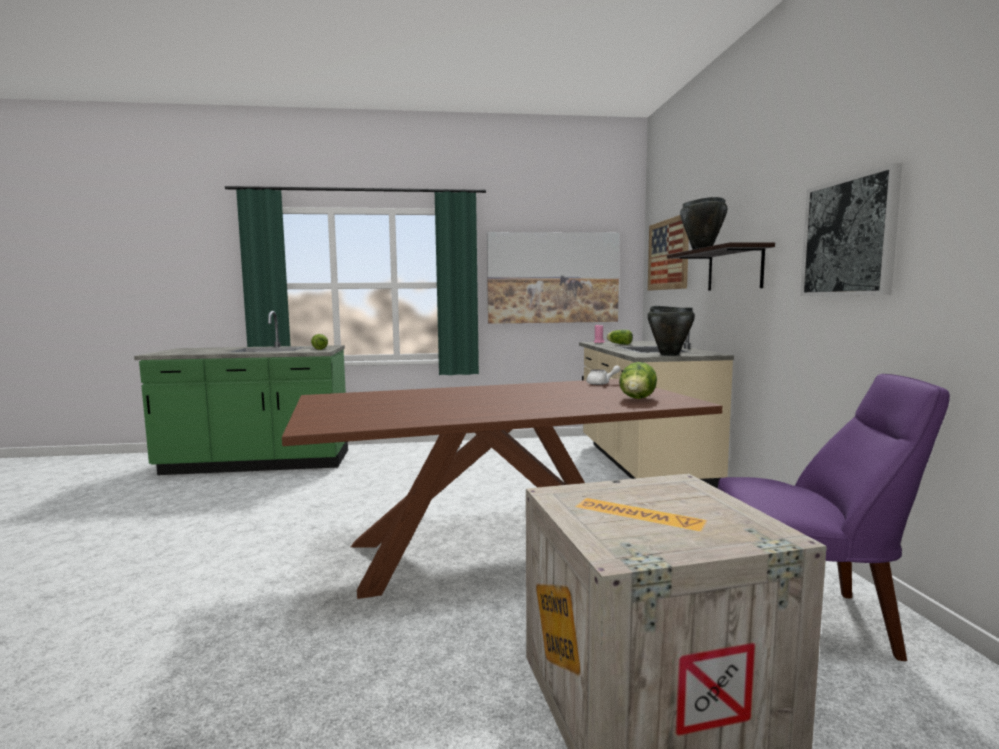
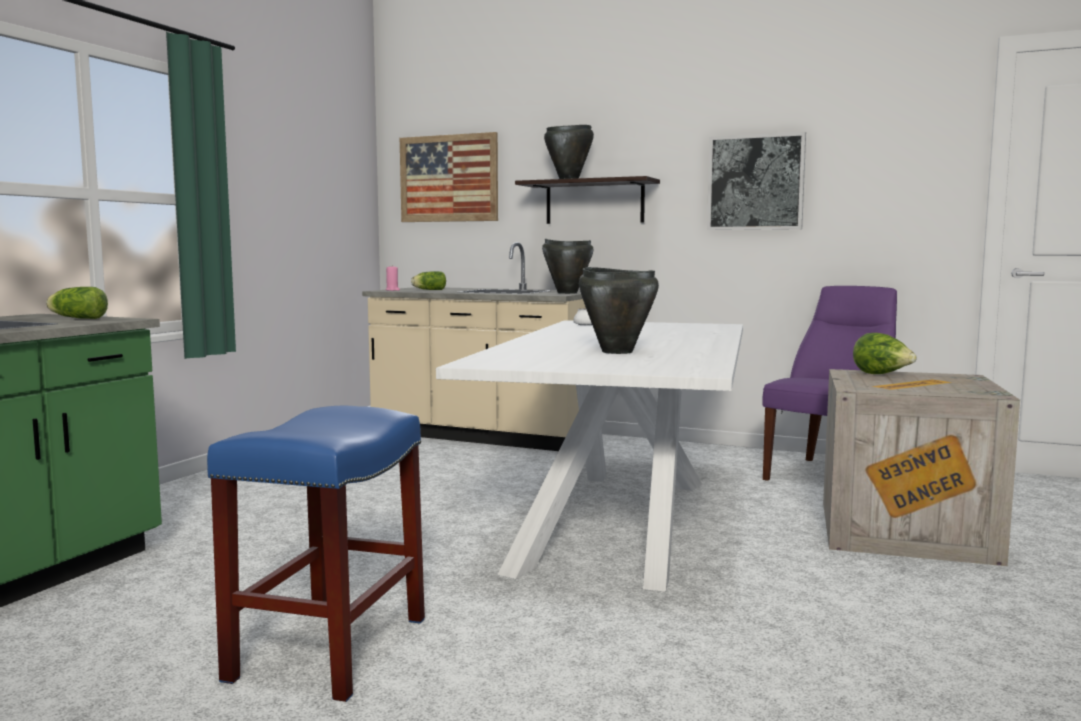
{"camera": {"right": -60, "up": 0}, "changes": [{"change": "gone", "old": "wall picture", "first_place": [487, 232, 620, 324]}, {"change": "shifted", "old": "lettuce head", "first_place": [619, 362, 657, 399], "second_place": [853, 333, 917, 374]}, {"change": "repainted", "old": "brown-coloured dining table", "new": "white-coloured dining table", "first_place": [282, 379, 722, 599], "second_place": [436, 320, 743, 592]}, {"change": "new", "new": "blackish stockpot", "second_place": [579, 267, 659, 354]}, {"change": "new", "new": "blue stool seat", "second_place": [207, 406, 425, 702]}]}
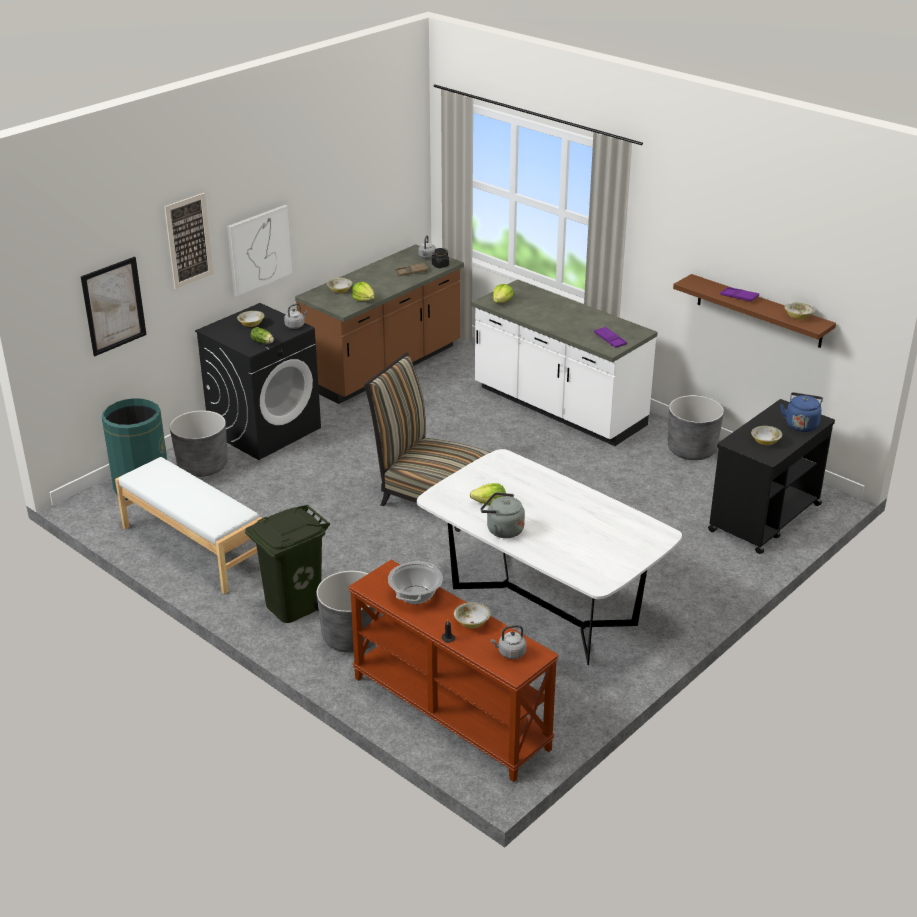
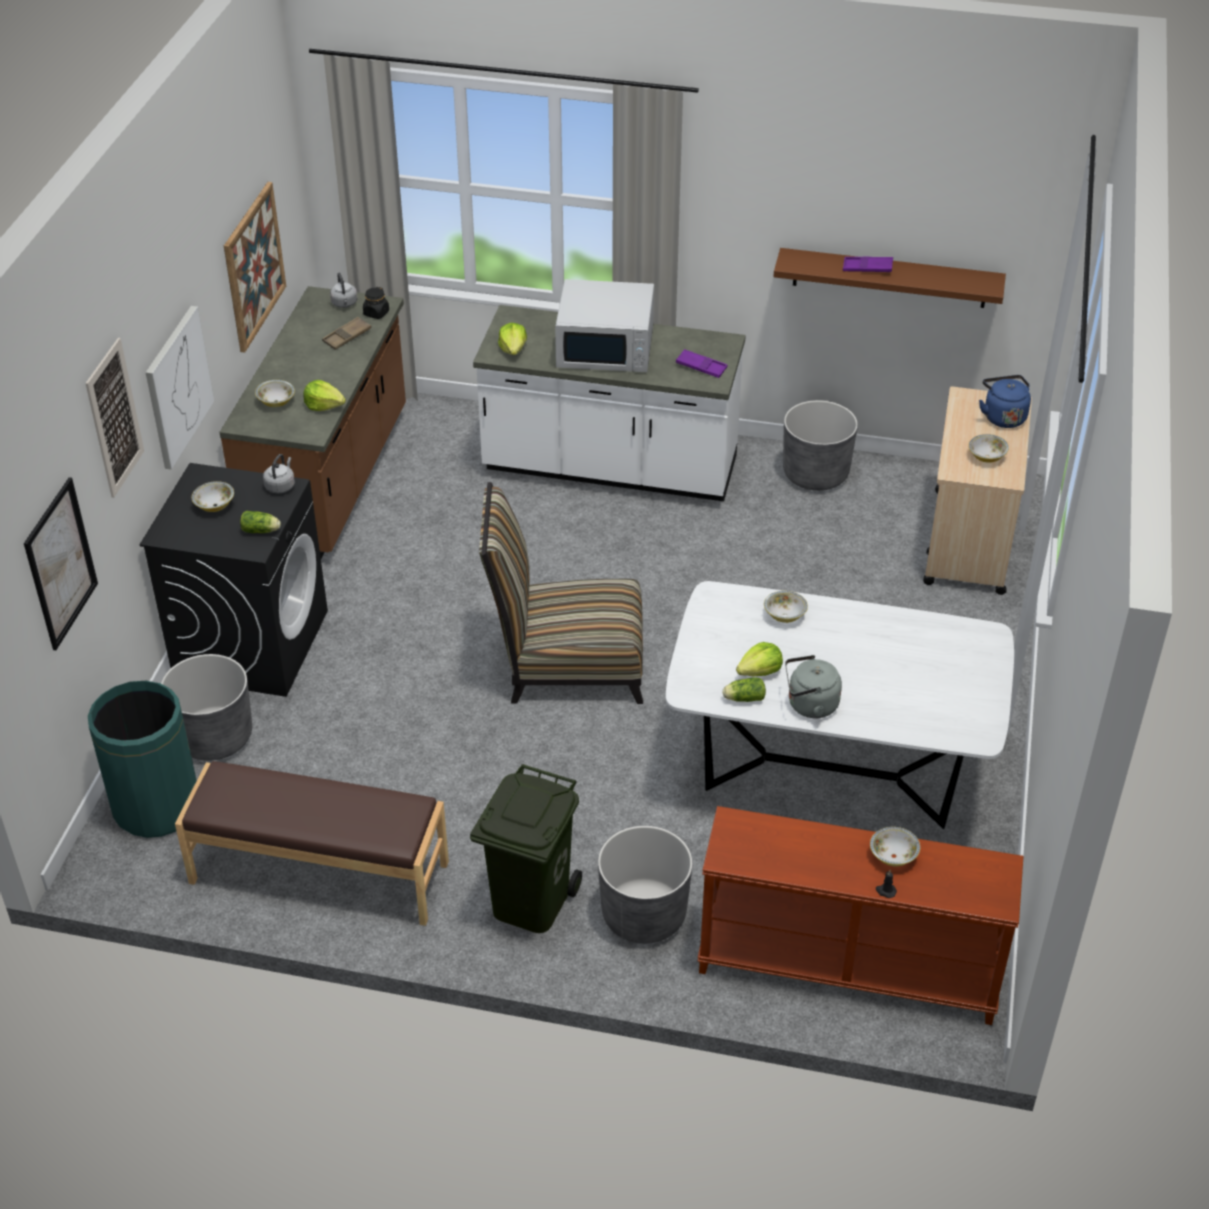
{"camera": {"right": -30, "up": 10}, "changes": [{"change": "shifted", "old": "bowl", "first_place": [784, 302, 814, 320], "second_place": [764, 591, 808, 623]}, {"change": "repainted", "old": "blackish trolley", "new": "sand-coloured trolley", "first_place": [708, 399, 835, 554], "second_place": [923, 386, 1032, 595]}, {"change": "repainted", "old": "white-coloured indoor bench", "new": "brown-coloured indoor bench", "first_place": [115, 457, 262, 594], "second_place": [175, 761, 449, 926]}, {"change": "gone", "old": "stockpot", "first_place": [388, 561, 443, 604]}, {"change": "gone", "old": "gray tea kettle", "first_place": [491, 625, 526, 659]}, {"change": "new", "new": "wall picture", "second_place": [224, 182, 286, 353]}, {"change": "new", "new": "white-coloured kitchen microwave", "second_place": [555, 279, 654, 372]}, {"change": "new", "new": "lettuce head", "second_place": [723, 677, 766, 702]}]}
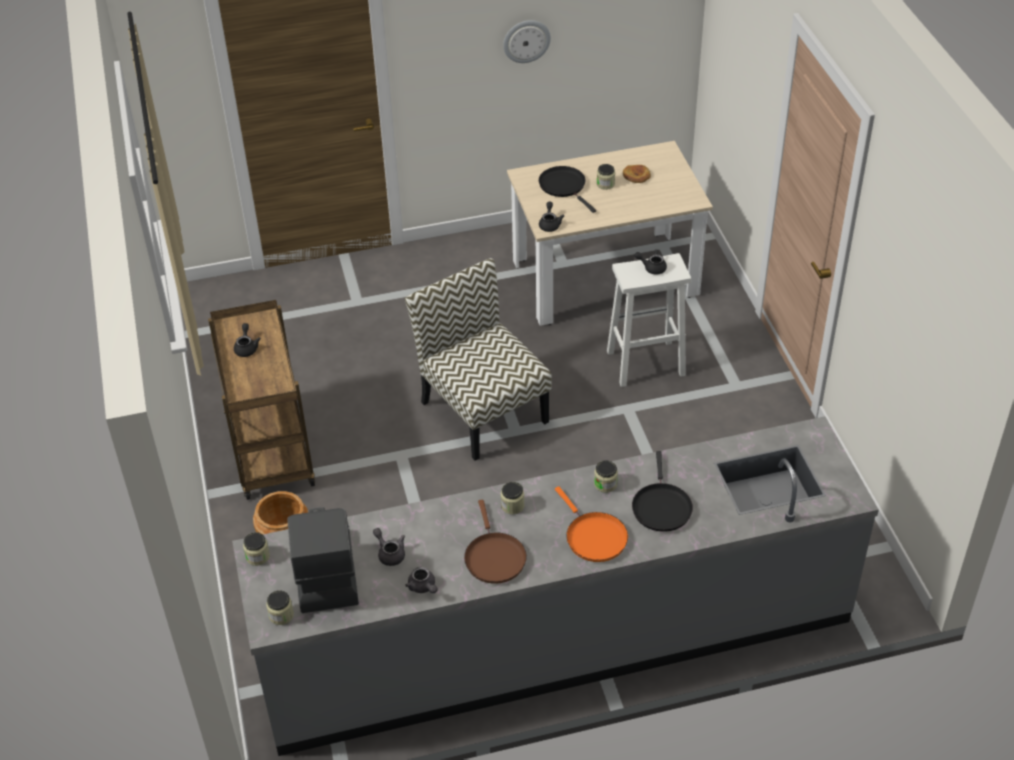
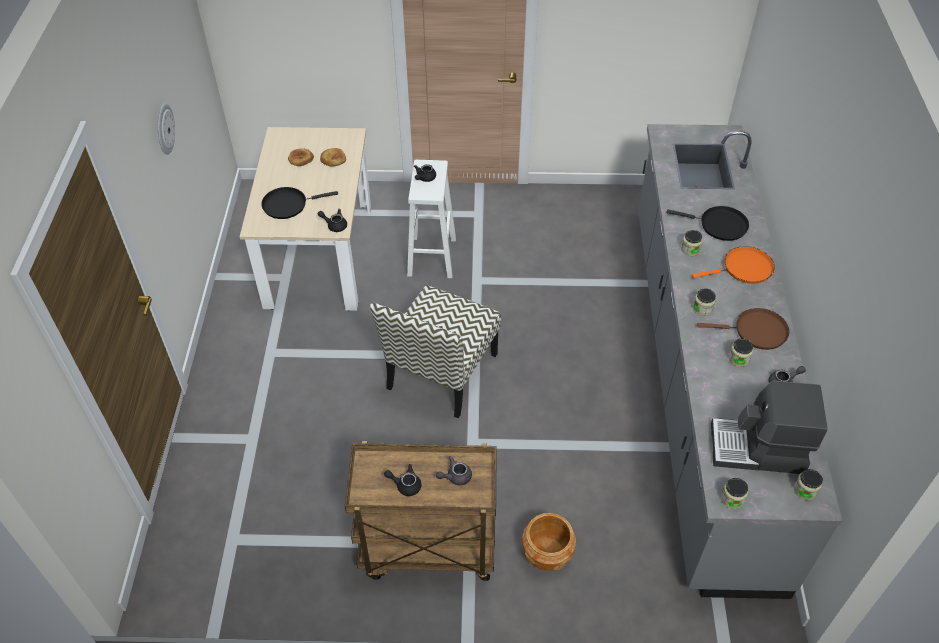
{"camera": {"right": -75, "up": 5}, "changes": [{"change": "shifted", "old": "storage jar", "first_place": [597, 164, 615, 190], "second_place": [729, 338, 753, 367]}, {"change": "rotated", "old": "chair", "first_place": [405, 258, 552, 461], "second_place": [370, 285, 501, 418], "degrees": -45}, {"change": "shifted", "old": "gray teapot", "first_place": [373, 528, 405, 566], "second_place": [436, 456, 472, 486]}, {"change": "new", "new": "bread", "second_place": [320, 148, 346, 166]}]}
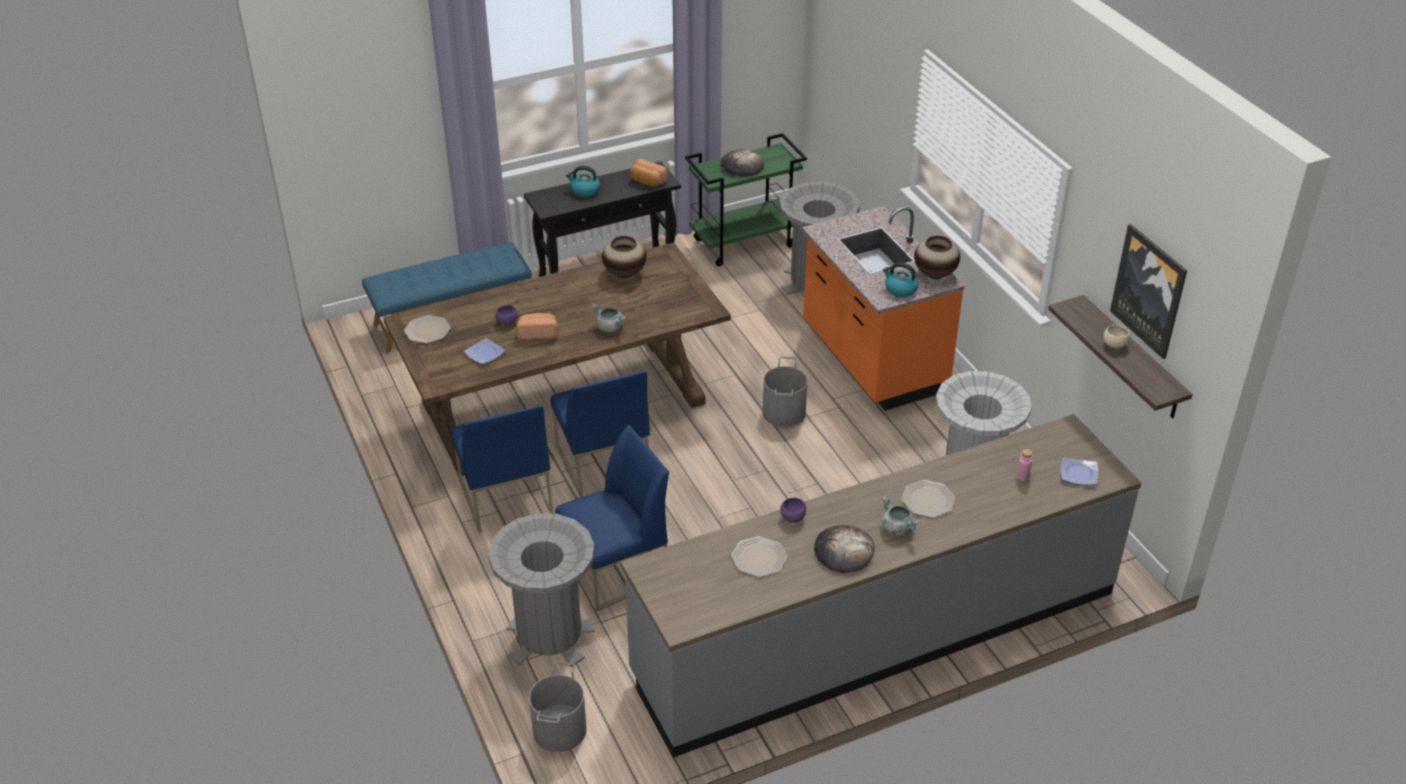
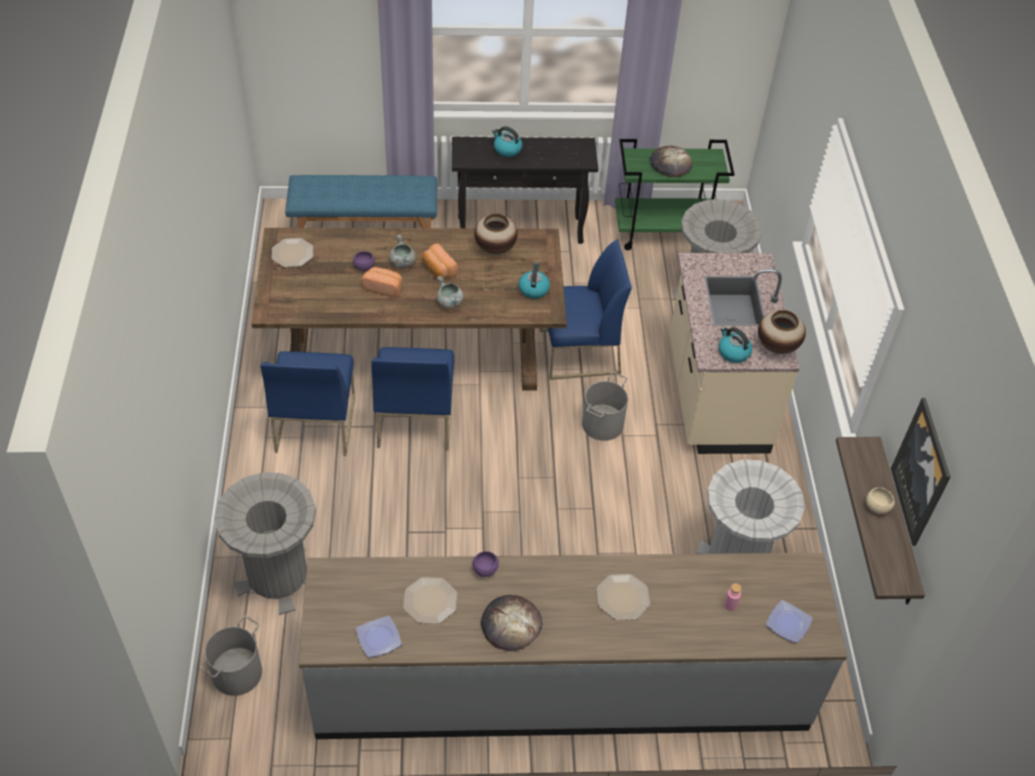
{"camera": {"right": 20, "up": 10}, "changes": [{"change": "shifted", "old": "bread", "first_place": [630, 159, 668, 186], "second_place": [422, 243, 458, 279]}, {"change": "repainted", "old": "orange-coloured kitchen counter", "new": "sand-coloured kitchen counter", "first_place": [802, 206, 965, 411], "second_place": [670, 253, 799, 454]}, {"change": "shifted", "old": "plate", "first_place": [464, 338, 506, 365], "second_place": [356, 616, 402, 658]}, {"change": "shifted", "old": "blue chair", "first_place": [555, 425, 669, 611], "second_place": [540, 239, 632, 380]}, {"change": "shifted", "old": "gray stockpot", "first_place": [882, 496, 920, 536], "second_place": [389, 235, 416, 268]}, {"change": "new", "new": "tea kettle", "second_place": [518, 263, 550, 299]}]}
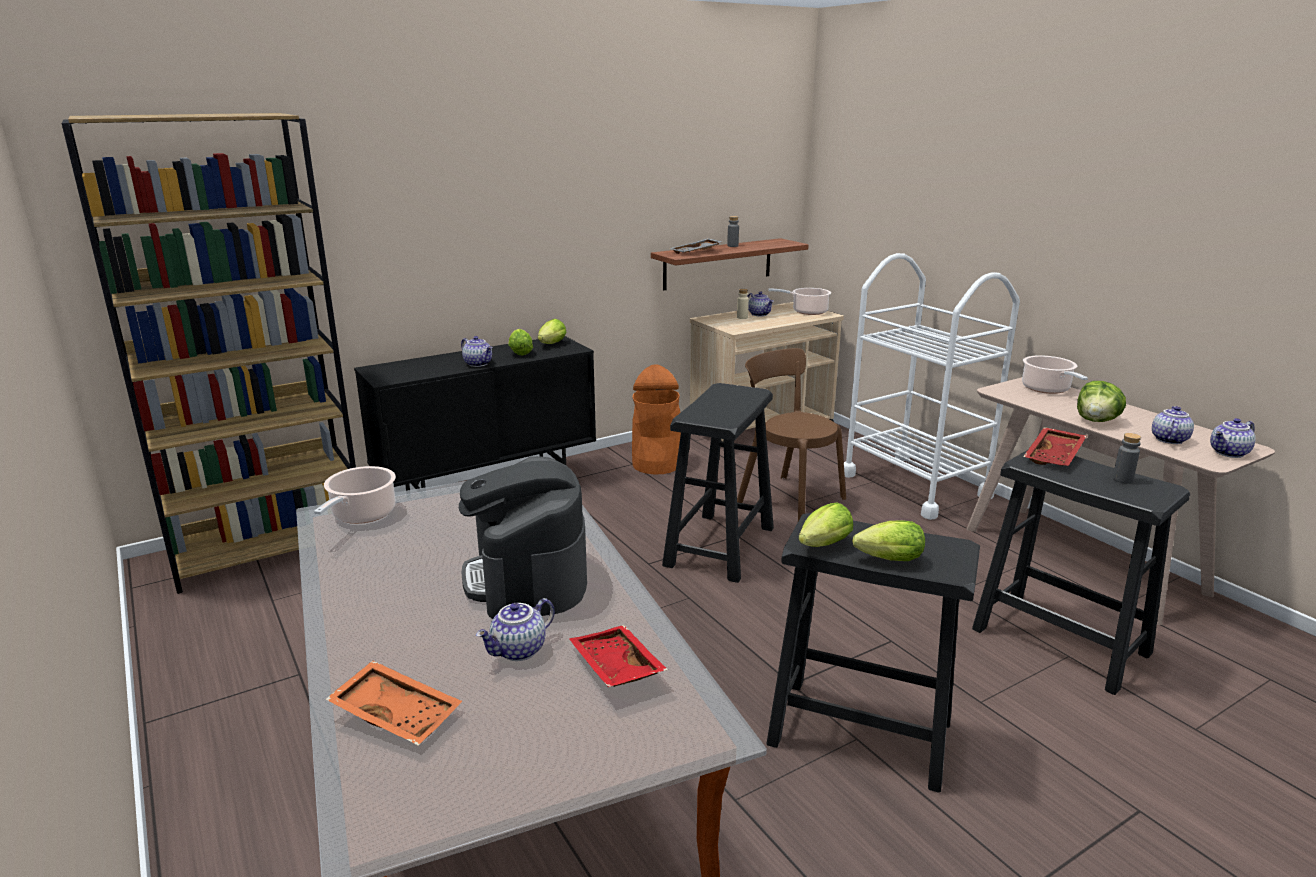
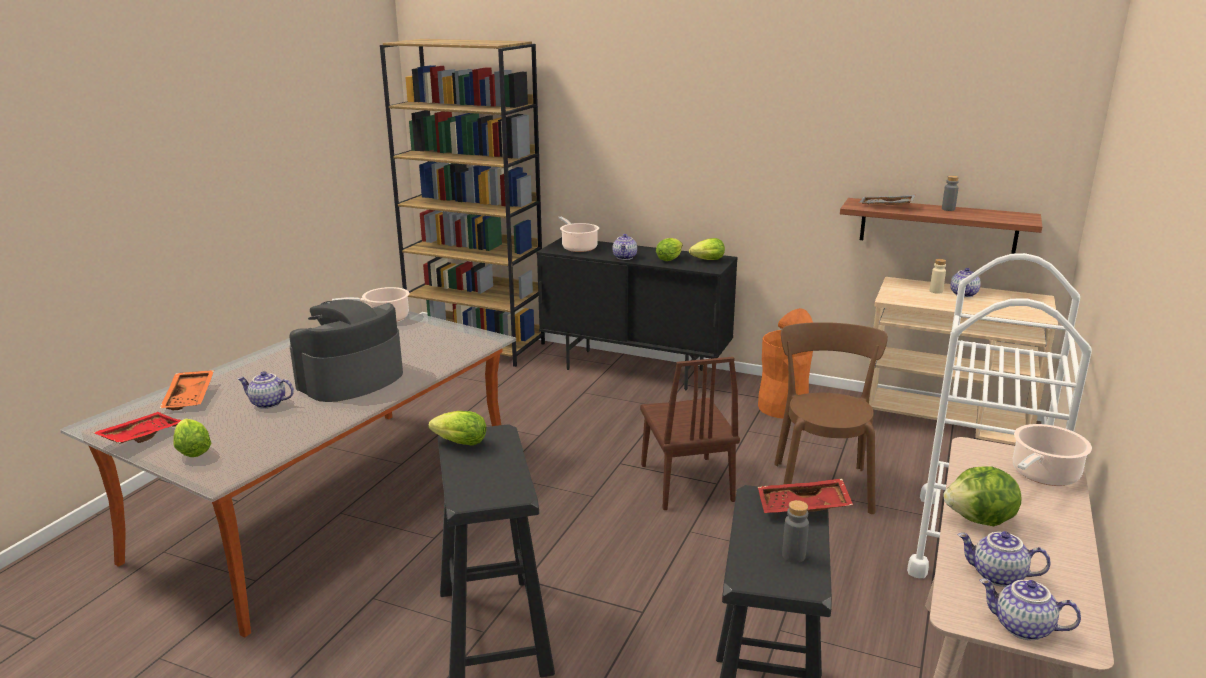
{"camera": {"right": 55, "up": 0}, "changes": [{"change": "shifted", "old": "stockpot", "first_place": [769, 288, 831, 315], "second_place": [558, 216, 599, 252]}, {"change": "swapped", "old": "blackish stool seat", "new": "brown-coloured chair", "first_place": [662, 383, 774, 583], "second_place": [640, 357, 740, 510]}, {"change": "rotated", "old": "teapot", "first_place": [1152, 406, 1194, 444], "second_place": [958, 531, 1051, 587], "degrees": -150}, {"change": "shifted", "old": "lettuce head", "first_place": [852, 521, 925, 561], "second_place": [173, 419, 212, 457]}, {"change": "shifted", "old": "red-coloured carrying tray", "first_place": [570, 625, 668, 687], "second_place": [92, 412, 181, 443]}]}
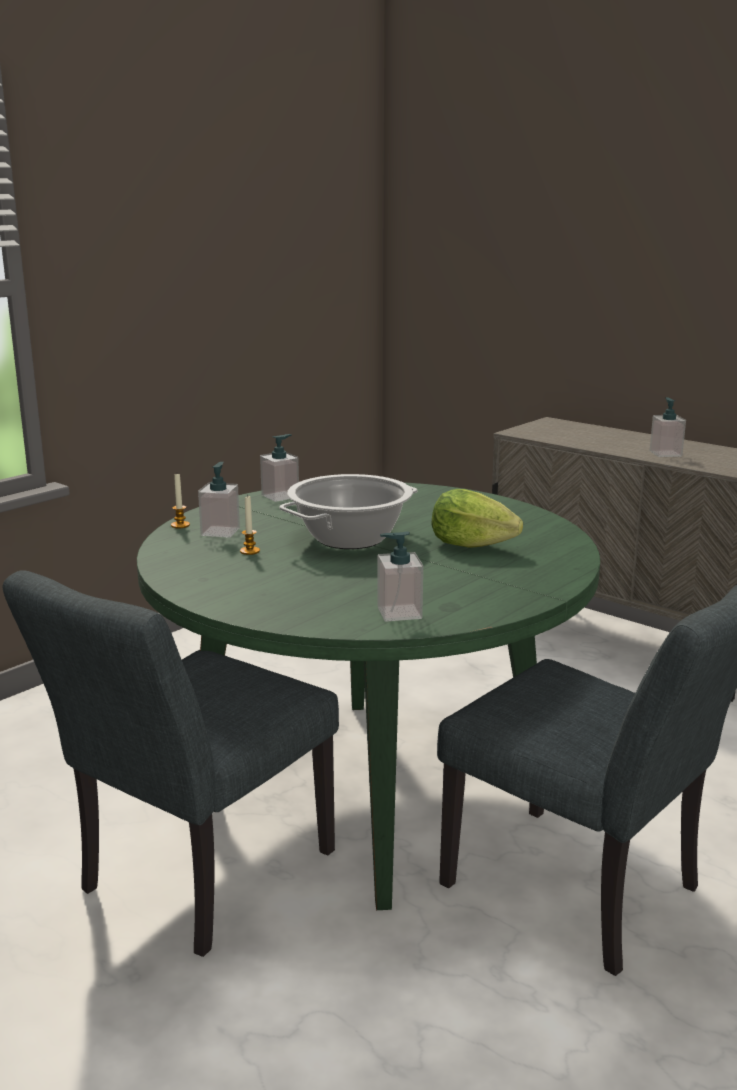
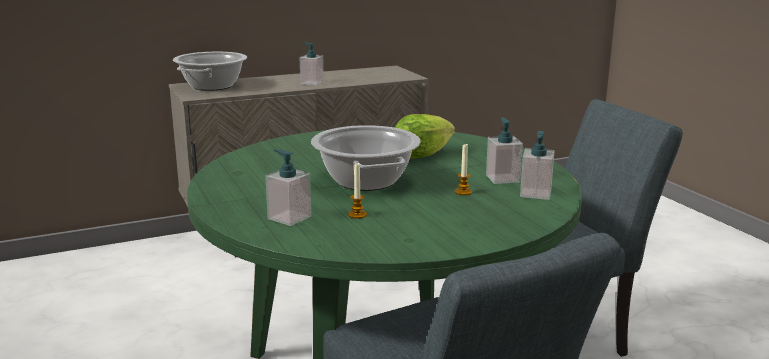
{"camera": {"right": -65, "up": 0}, "changes": [{"change": "shifted", "old": "soap dispenser", "first_place": [260, 434, 299, 502], "second_place": [486, 117, 523, 184]}, {"change": "shifted", "old": "wax light", "first_place": [171, 474, 190, 528], "second_place": [455, 144, 472, 195]}, {"change": "new", "new": "stockpot", "second_place": [173, 52, 247, 91]}]}
